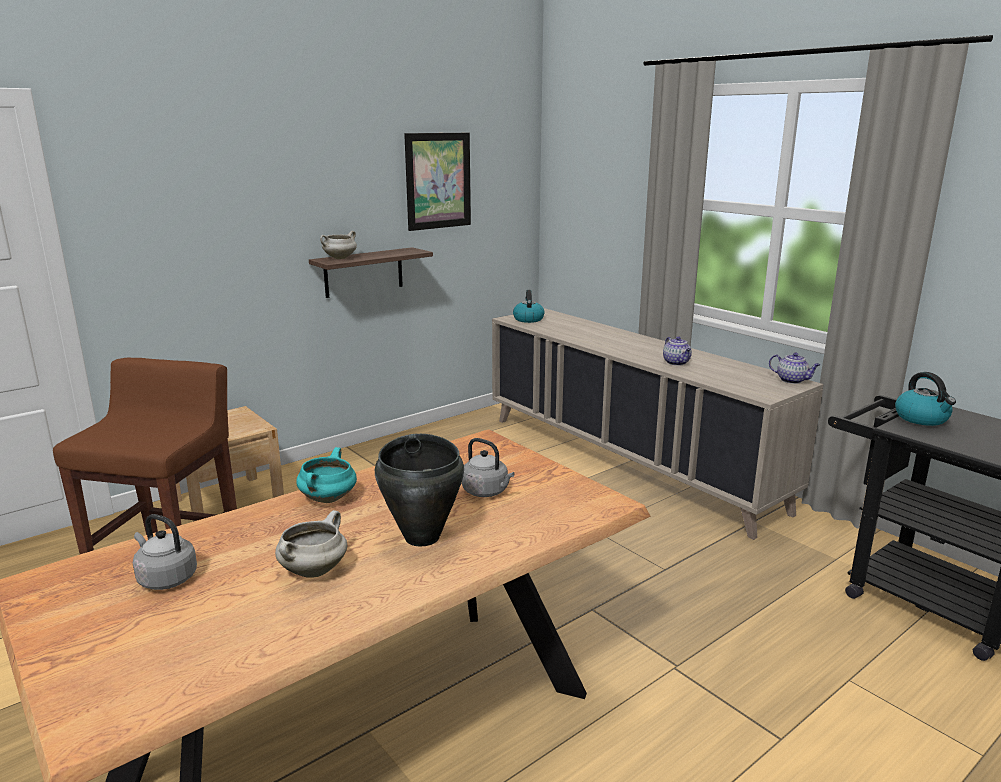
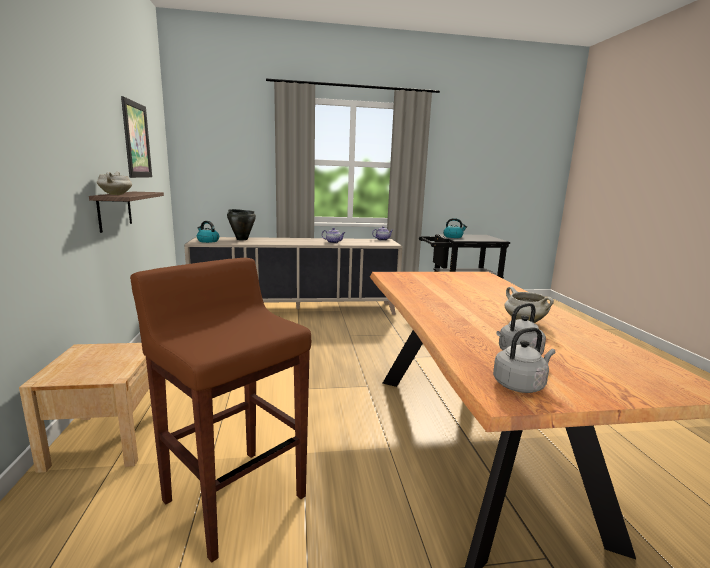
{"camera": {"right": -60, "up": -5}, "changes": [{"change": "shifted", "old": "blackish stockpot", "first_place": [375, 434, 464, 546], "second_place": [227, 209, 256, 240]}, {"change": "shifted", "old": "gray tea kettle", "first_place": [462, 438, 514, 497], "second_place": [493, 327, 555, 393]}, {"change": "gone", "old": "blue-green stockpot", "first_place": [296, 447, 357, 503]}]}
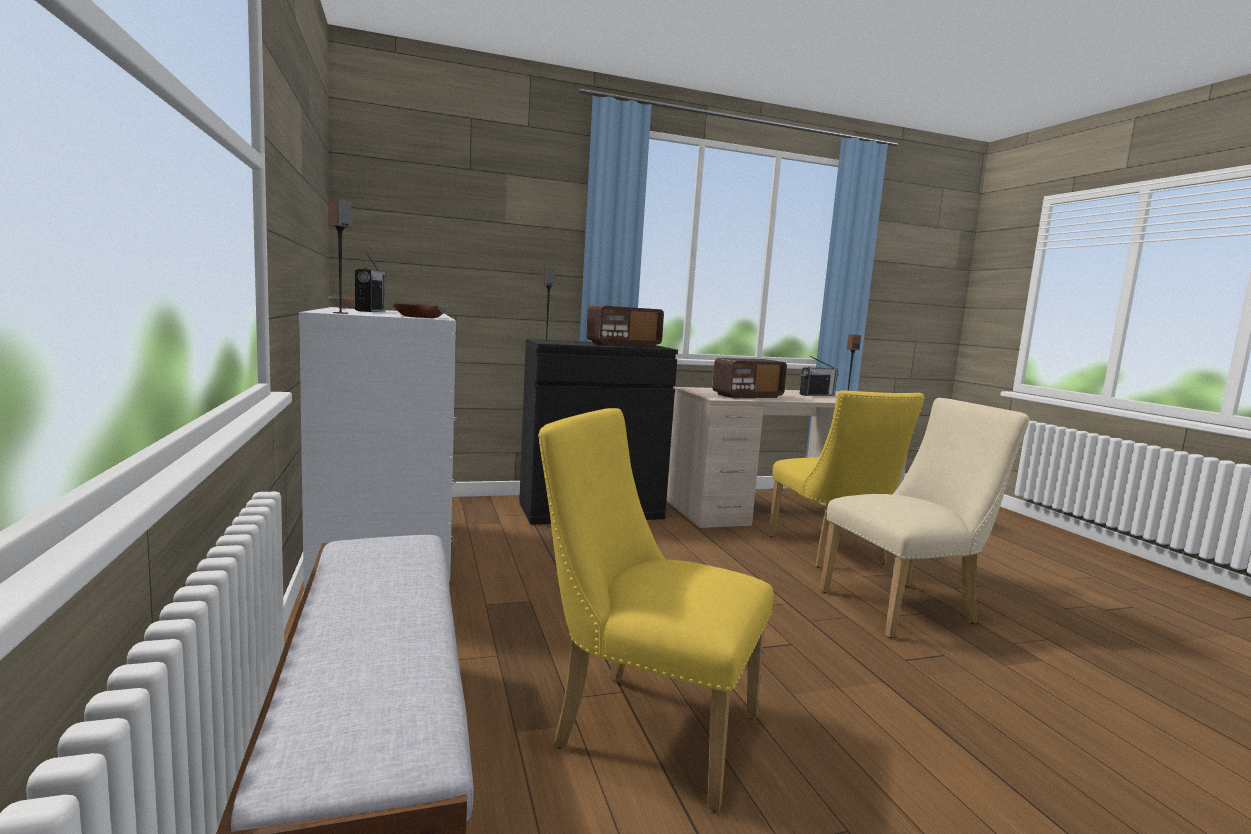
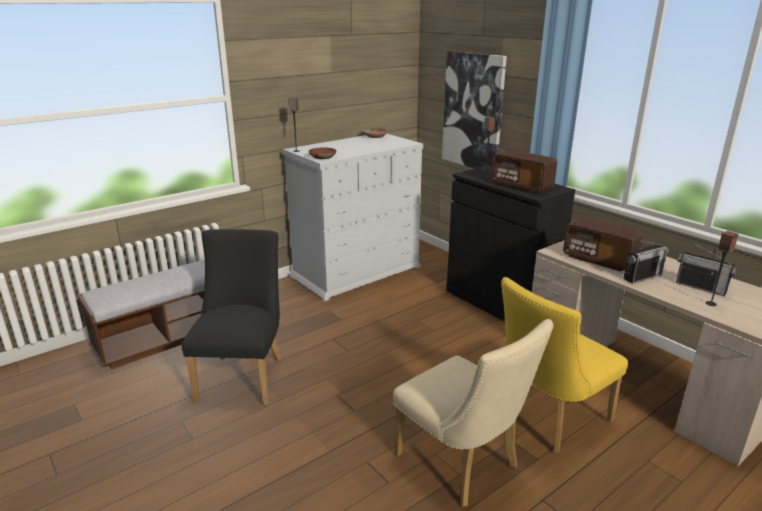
{"camera": {"right": 70, "up": 15}, "changes": [{"change": "shifted", "old": "radio", "first_place": [355, 251, 386, 312], "second_place": [623, 240, 669, 283]}, {"change": "repainted", "old": "yellow chair", "new": "blackish chair", "first_place": [538, 408, 774, 812], "second_place": [182, 229, 281, 405]}, {"change": "new", "new": "wall picture", "second_place": [442, 51, 507, 168]}]}
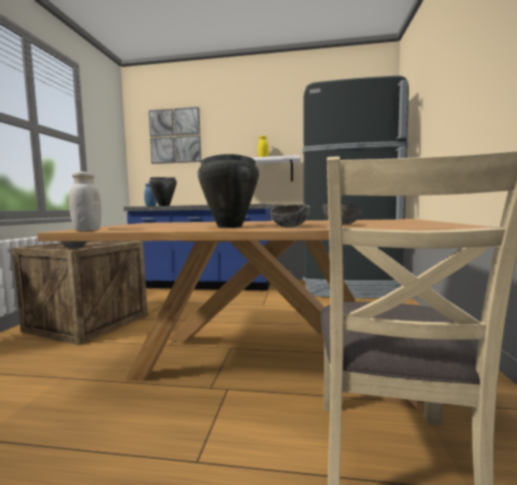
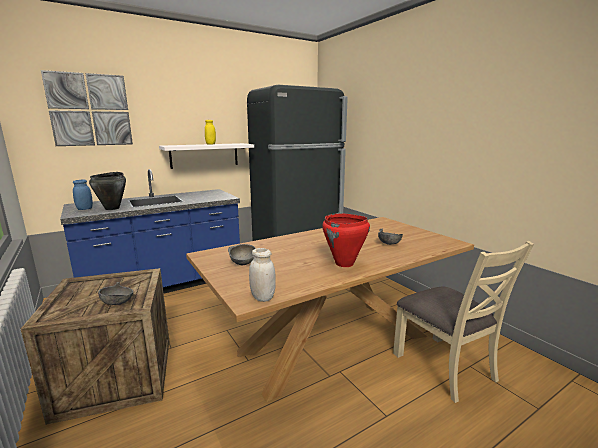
{"camera": {"right": -40, "up": 10}, "changes": [{"change": "repainted", "old": "blackish stockpot", "new": "red-coloured stockpot", "first_place": [198, 154, 259, 228], "second_place": [322, 213, 370, 267]}, {"change": "shifted", "old": "gray bowl", "first_place": [270, 203, 310, 228], "second_place": [228, 244, 256, 265]}]}
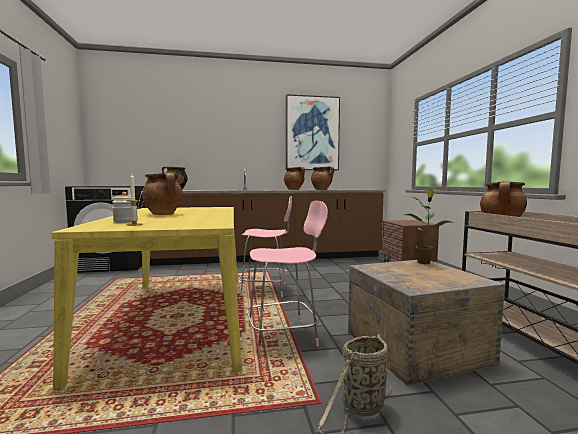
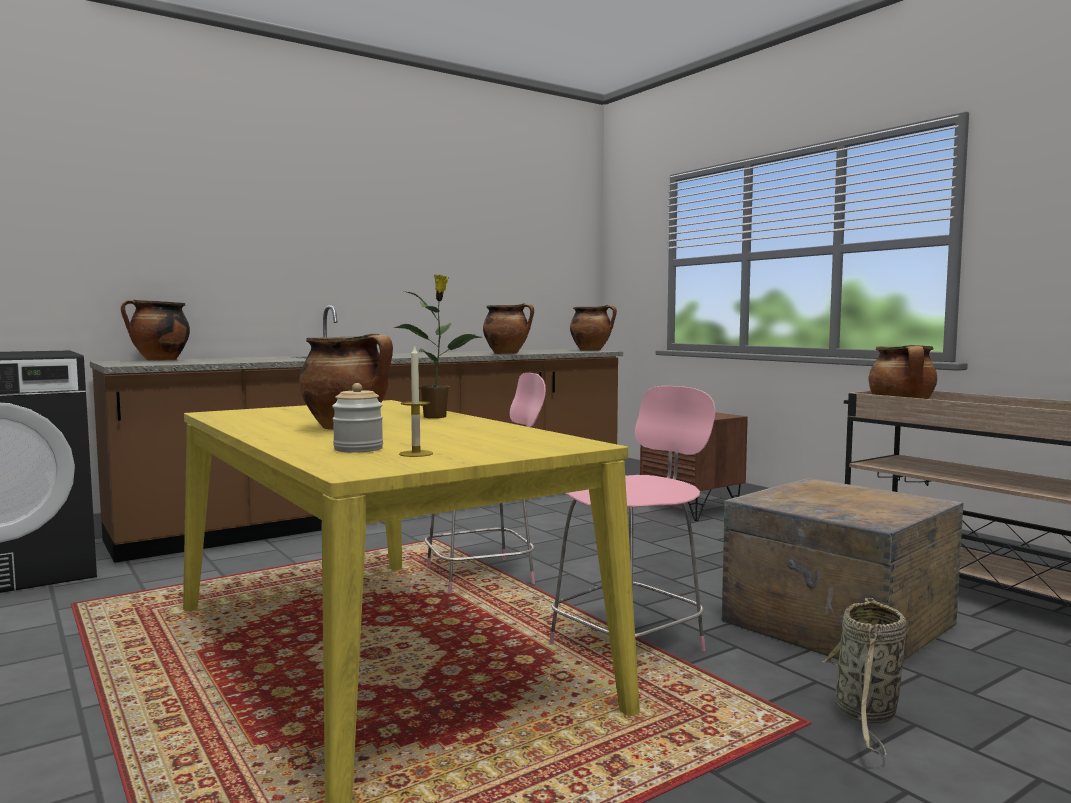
{"camera": {"right": -25, "up": 0}, "changes": [{"change": "gone", "old": "wall picture", "first_place": [286, 94, 340, 170]}, {"change": "shifted", "old": "stockpot", "first_place": [284, 167, 305, 190], "second_place": [570, 305, 617, 351]}, {"change": "shifted", "old": "potted plant", "first_place": [406, 188, 451, 264], "second_place": [394, 275, 481, 418]}]}
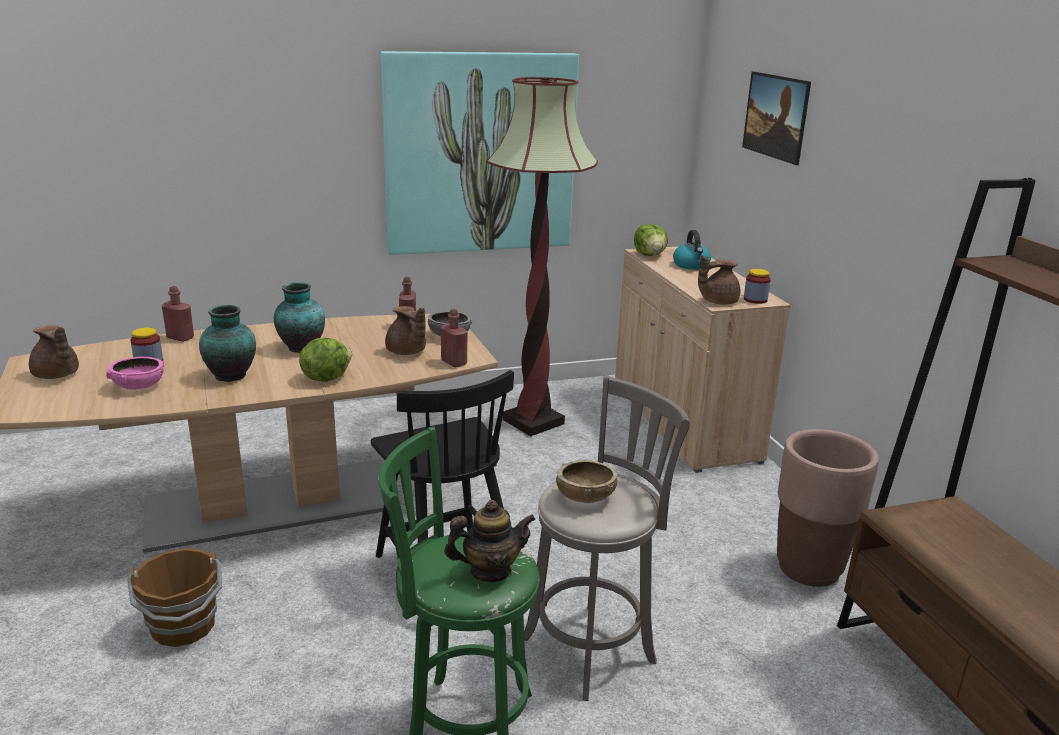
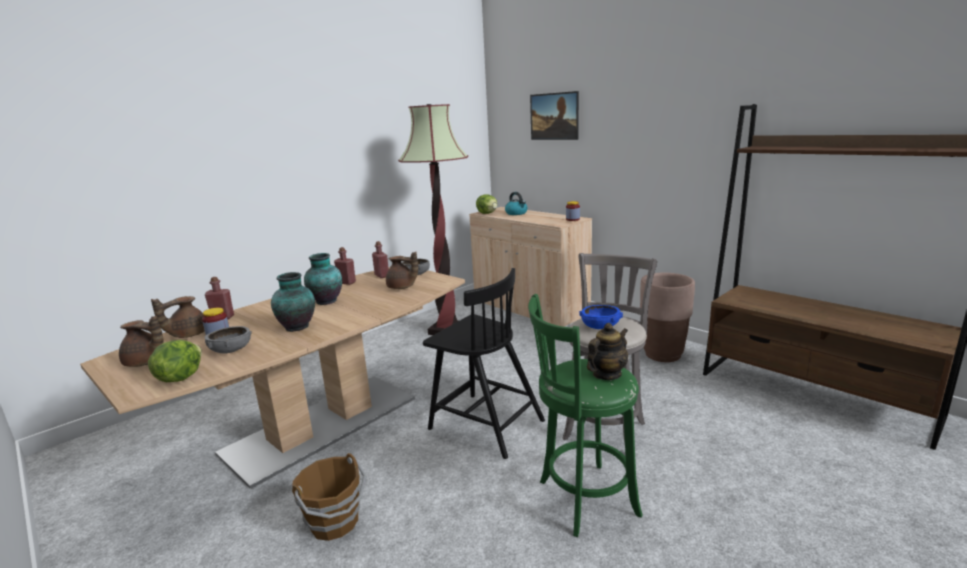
{"camera": {"right": -25, "up": -5}, "changes": [{"change": "gone", "old": "wall picture", "first_place": [380, 51, 579, 255]}, {"change": "shifted", "old": "brown-coloured teapot", "first_place": [698, 255, 740, 304], "second_place": [151, 296, 205, 338]}, {"change": "shifted", "old": "red-coloured bottle", "first_place": [441, 309, 468, 368], "second_place": [334, 247, 356, 285]}, {"change": "shifted", "old": "lettuce head", "first_place": [299, 338, 353, 382], "second_place": [148, 340, 202, 382]}, {"change": "repainted", "old": "pink bowl", "new": "gray bowl", "first_place": [106, 357, 164, 389], "second_place": [204, 326, 252, 353]}, {"change": "repainted", "old": "brown-coloured bowl", "new": "blue bowl", "first_place": [556, 460, 617, 503], "second_place": [579, 305, 623, 329]}]}
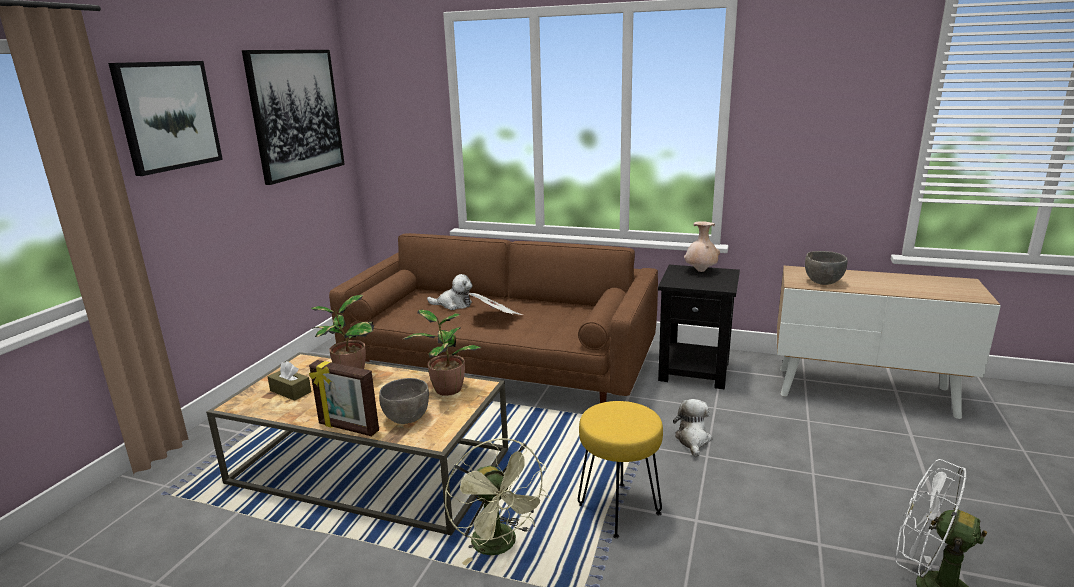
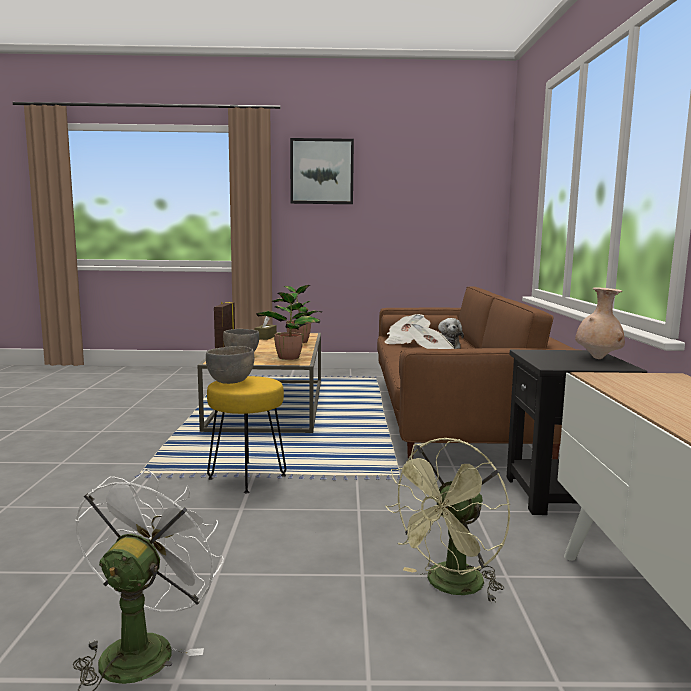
{"camera": {"right": 70, "up": -10}, "changes": [{"change": "gone", "old": "wall picture", "first_place": [242, 50, 345, 185]}, {"change": "shifted", "old": "gray bowl", "first_place": [805, 251, 848, 285], "second_place": [206, 346, 254, 384]}, {"change": "gone", "old": "plush toy", "first_place": [673, 399, 712, 457]}, {"change": "shifted", "old": "green-coloured cooling fan", "first_place": [445, 438, 549, 566], "second_place": [385, 438, 510, 603]}, {"change": "new", "new": "printed paper", "second_place": [385, 314, 430, 344]}]}
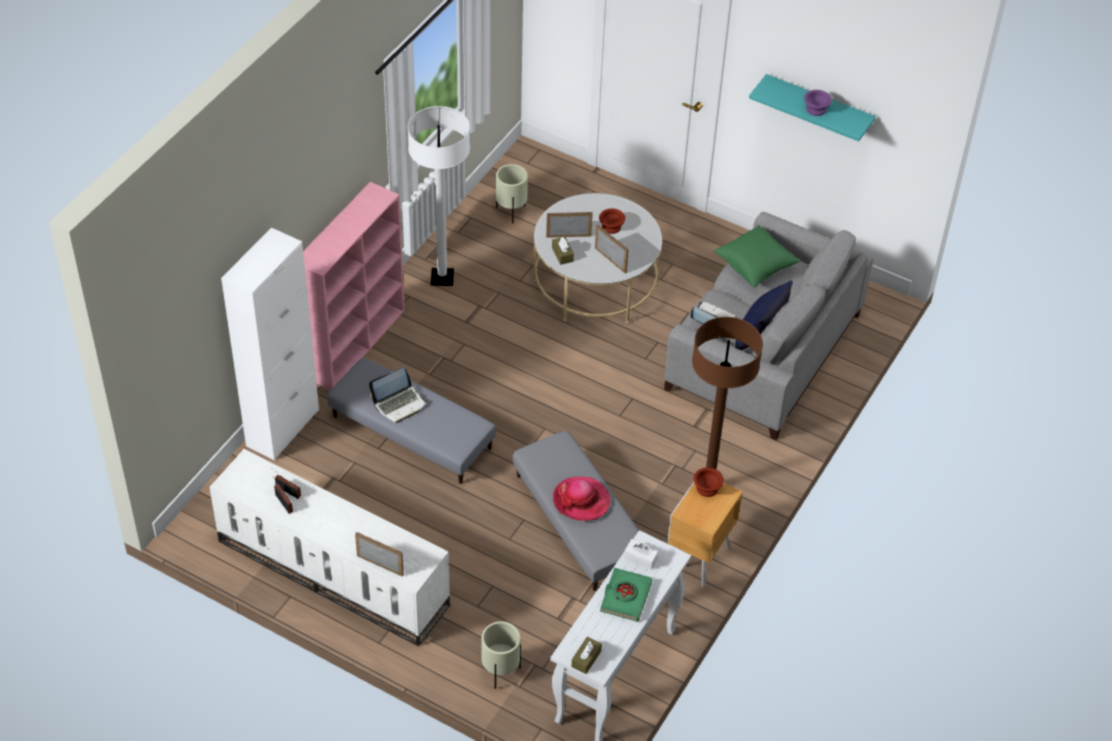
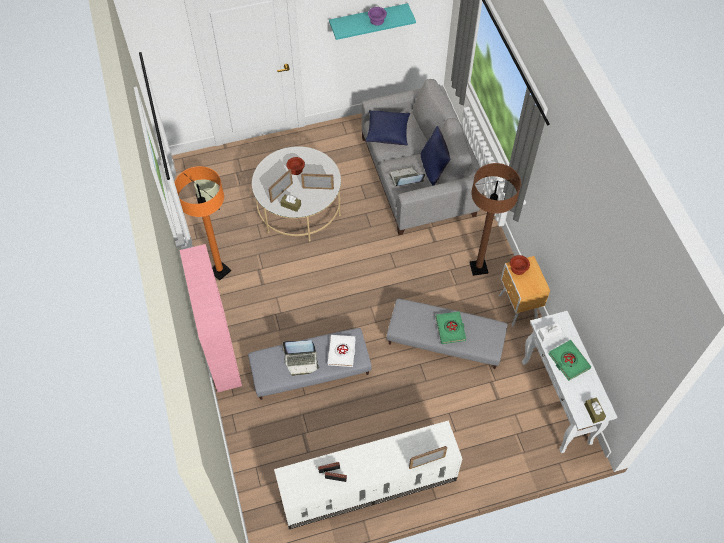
{"camera": {"right": -45, "up": 10}, "changes": [{"change": "repainted", "old": "white-coloured standing lamp", "new": "orange-coloured standing lamp", "first_place": [408, 106, 470, 286], "second_place": [174, 166, 231, 281]}, {"change": "repainted", "old": "green-coloured throw pillow", "new": "blue throw pillow", "first_place": [714, 225, 801, 288], "second_place": [365, 110, 410, 146]}, {"change": "gone", "old": "white-coloured storage cabinet", "first_place": [221, 227, 319, 461]}, {"change": "rotated", "old": "laptop", "first_place": [369, 368, 427, 423], "second_place": [283, 340, 320, 376], "degrees": 75}, {"change": "swapped", "old": "hat", "new": "green-coloured bound book", "first_place": [553, 477, 610, 521], "second_place": [436, 311, 466, 344]}, {"change": "gone", "old": "sand-coloured flower pot", "first_place": [482, 621, 521, 689]}, {"change": "new", "new": "white-coloured bound book", "second_place": [328, 335, 356, 367]}]}
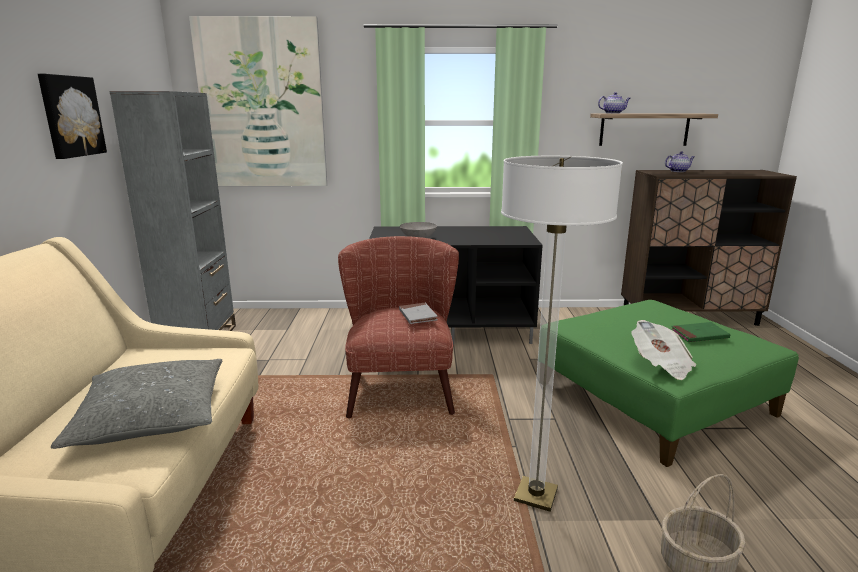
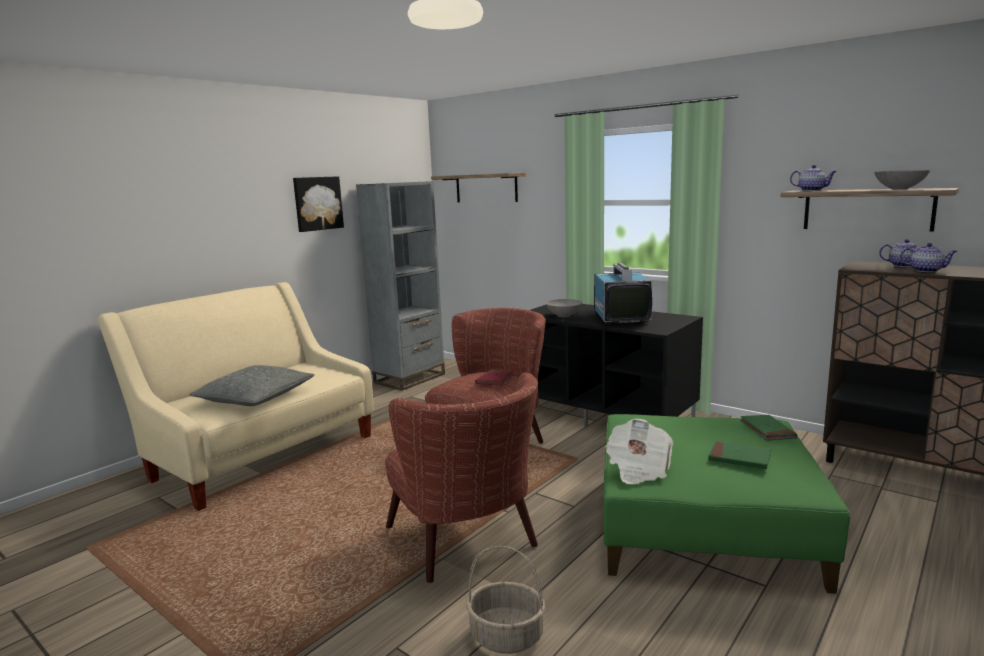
{"camera": {"right": 40, "up": -5}, "changes": [{"change": "swapped", "old": "wall picture", "new": "shelf", "first_place": [189, 16, 327, 186], "second_place": [431, 173, 526, 202]}, {"change": "swapped", "old": "standing lamp", "new": "brown-coloured easy chair", "first_place": [501, 156, 623, 512], "second_place": [385, 373, 538, 583]}, {"change": "repainted", "old": "gray bound book", "new": "red-coloured bound book", "first_place": [399, 303, 438, 324], "second_place": [475, 369, 514, 385]}, {"change": "new", "new": "gray bowl", "second_place": [874, 170, 930, 190]}, {"change": "new", "new": "teapot", "second_place": [900, 243, 957, 272]}, {"change": "new", "new": "television", "second_place": [594, 262, 652, 324]}, {"change": "new", "new": "green-coloured bound book", "second_place": [740, 415, 797, 441]}]}
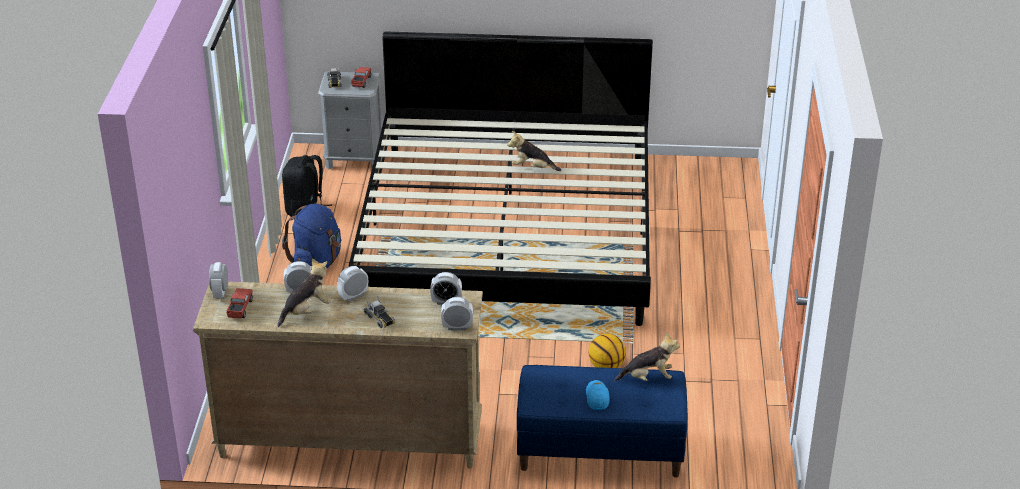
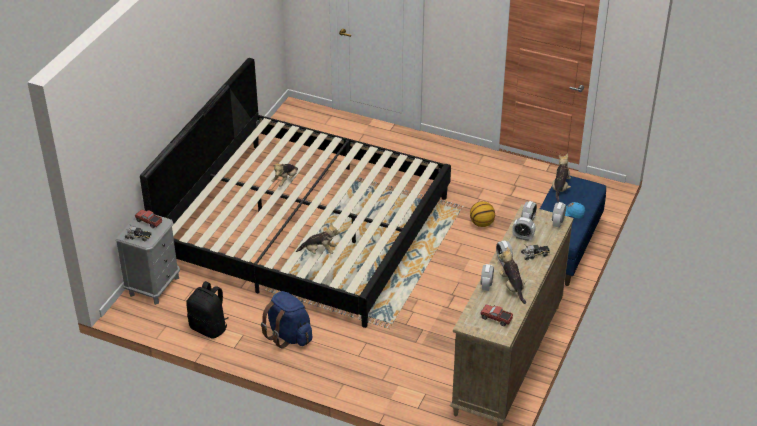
{"camera": {"right": -70, "up": 5}, "changes": [{"change": "shifted", "old": "bedside clock", "first_place": [209, 262, 228, 298], "second_place": [512, 217, 536, 241]}, {"change": "new", "new": "plush toy", "second_place": [296, 223, 340, 254]}]}
